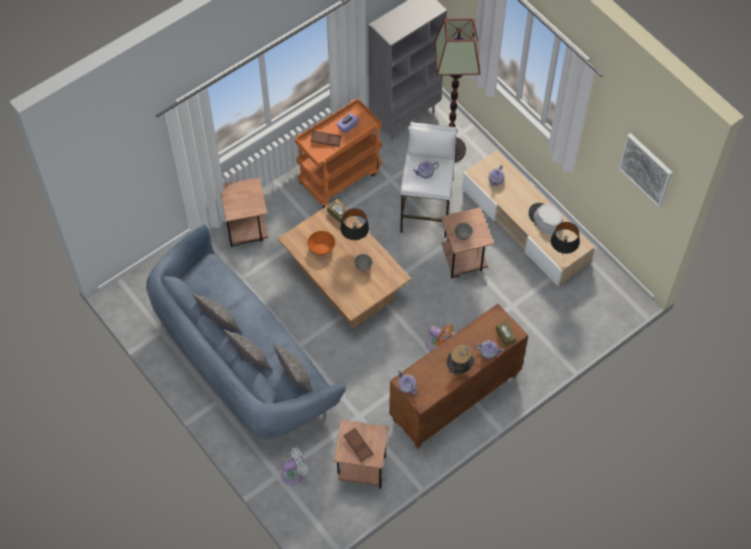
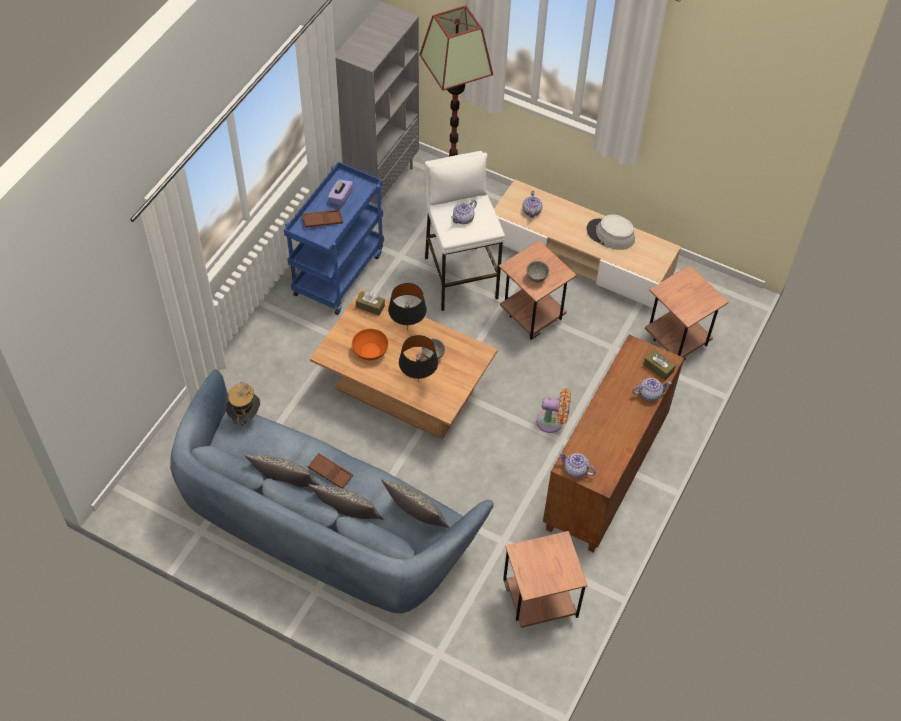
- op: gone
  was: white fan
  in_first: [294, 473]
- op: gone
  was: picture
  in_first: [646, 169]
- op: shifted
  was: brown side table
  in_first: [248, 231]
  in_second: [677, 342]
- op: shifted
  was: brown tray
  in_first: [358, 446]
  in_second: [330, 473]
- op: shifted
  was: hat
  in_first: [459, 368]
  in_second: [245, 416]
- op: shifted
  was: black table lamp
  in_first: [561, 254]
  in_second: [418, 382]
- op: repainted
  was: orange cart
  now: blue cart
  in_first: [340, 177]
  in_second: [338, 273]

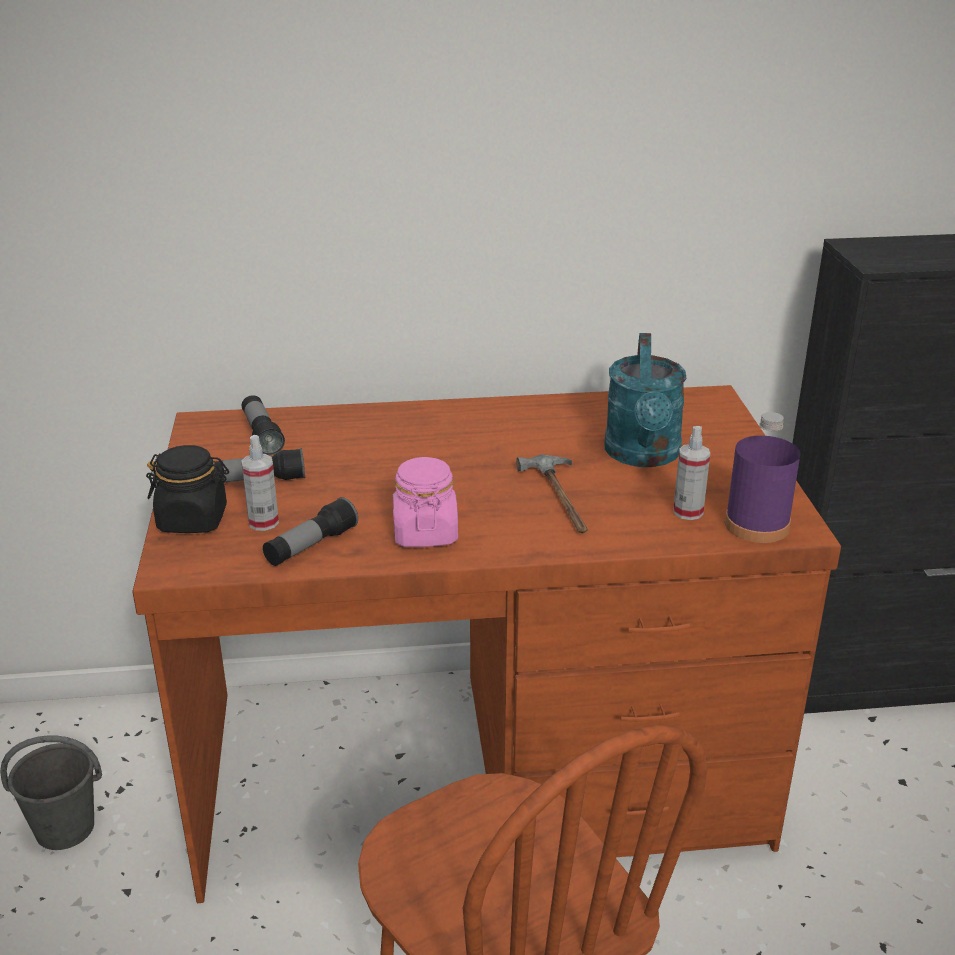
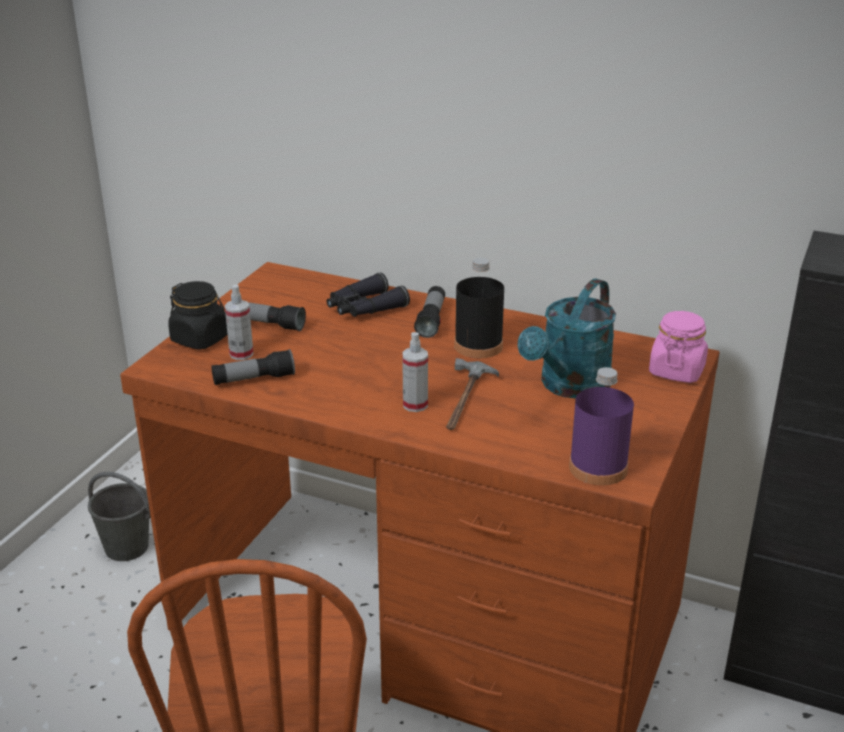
- op: new
  now: black binoculars
  in_second: [364, 308]
- op: new
  now: black bottle
  in_second: [478, 346]
- op: shifted
  was: flashlight
  in_first: [262, 435]
  in_second: [431, 320]
- op: shifted
  was: pink jar
  in_first: [425, 533]
  in_second: [676, 371]
- op: shifted
  was: spray bottle
  in_first: [688, 512]
  in_second: [415, 405]

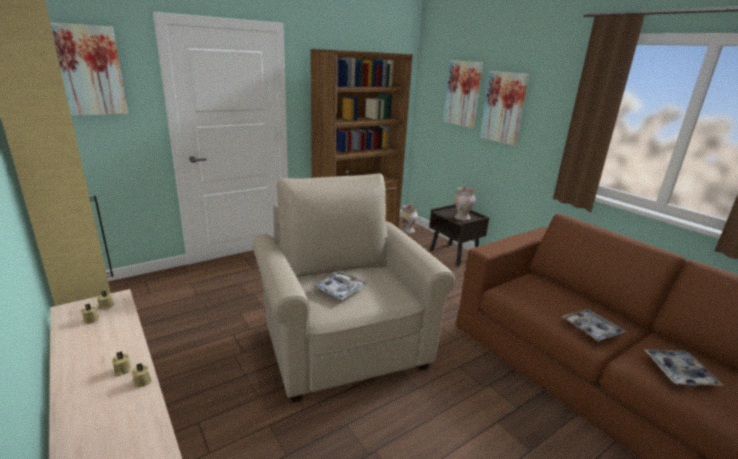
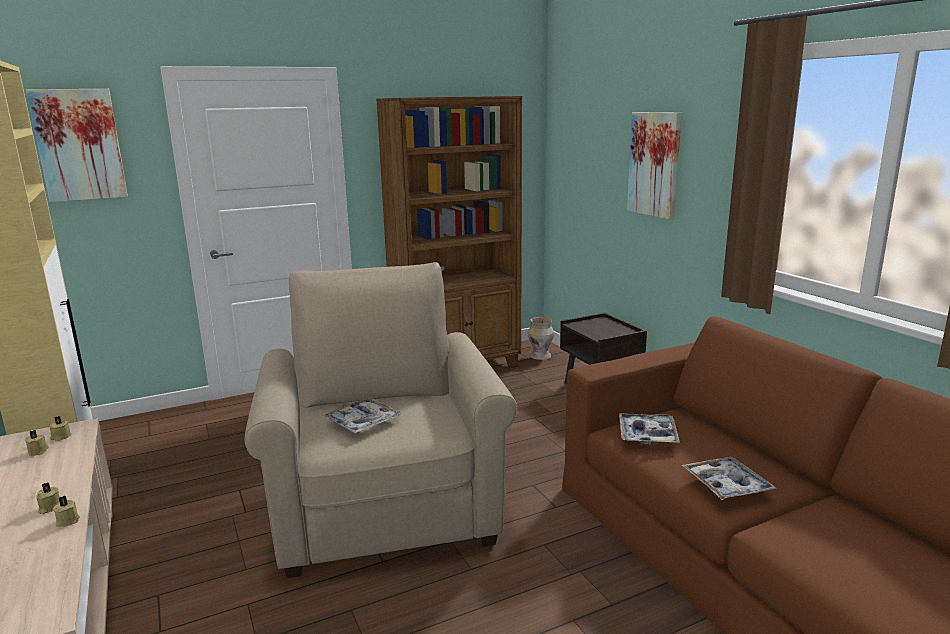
- op: gone
  was: picture
  in_first: [463, 93]
- op: gone
  was: vase
  in_first: [461, 218]
- op: shifted
  was: tray
  in_first: [679, 372]
  in_second: [647, 435]

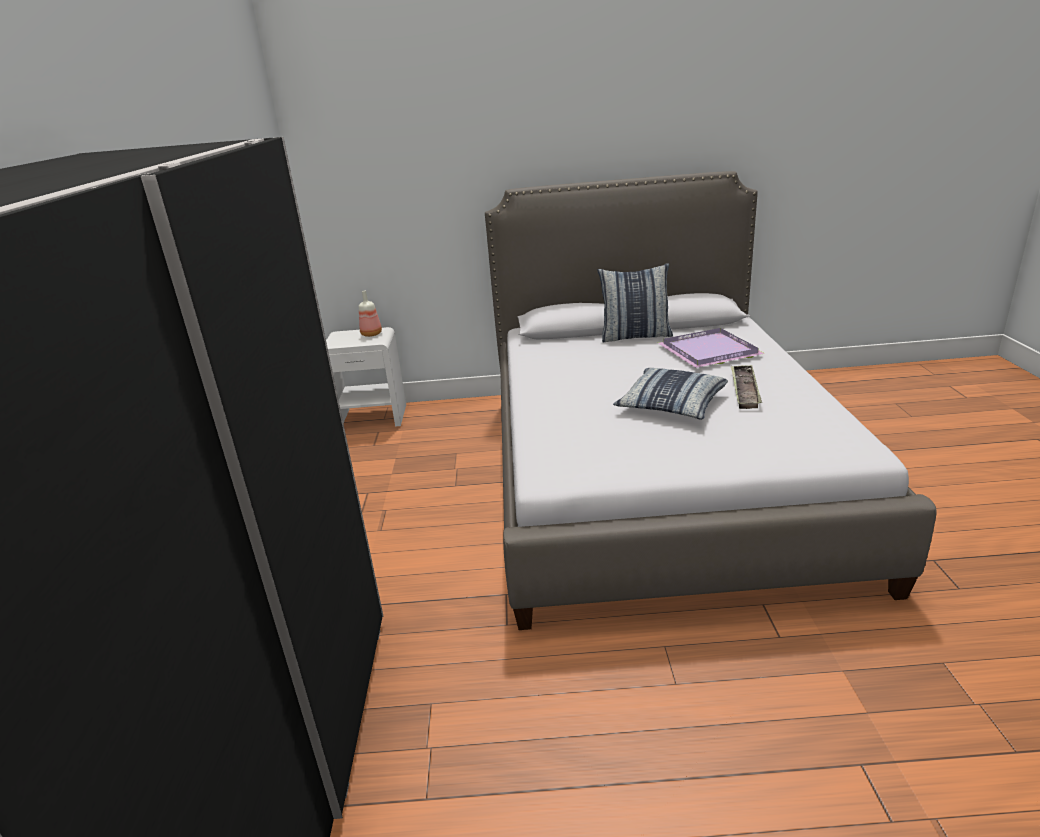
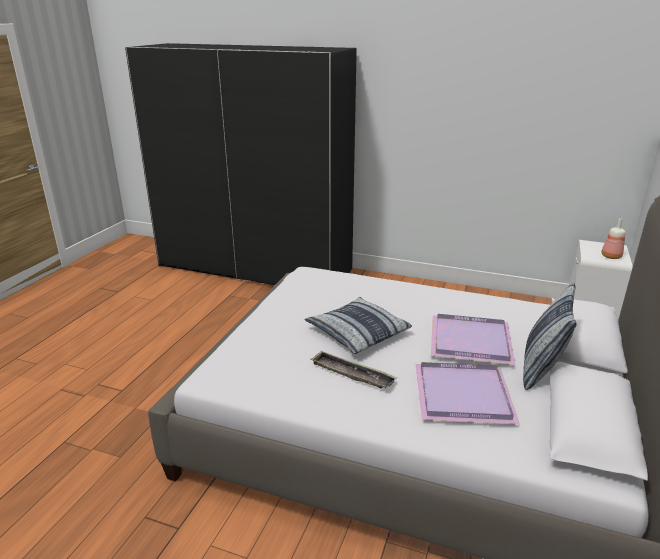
- op: new
  now: purple tray
  in_second: [469, 340]

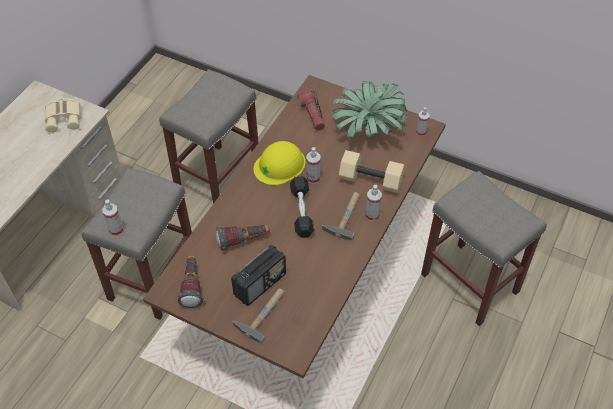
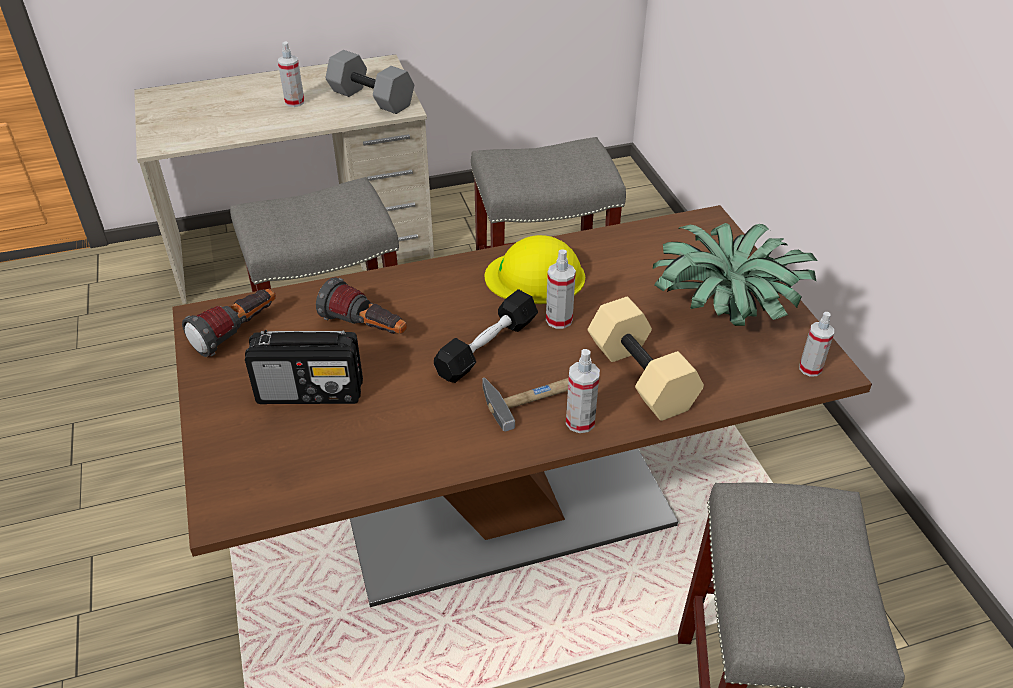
- op: gone
  was: hammer
  in_first: [263, 313]
- op: gone
  was: flashlight
  in_first: [312, 114]
- op: shifted
  was: spray bottle
  in_first: [116, 230]
  in_second: [294, 102]
- op: swapped
  was: beige binoculars
  now: grey dumbbell
  in_first: [64, 118]
  in_second: [373, 98]

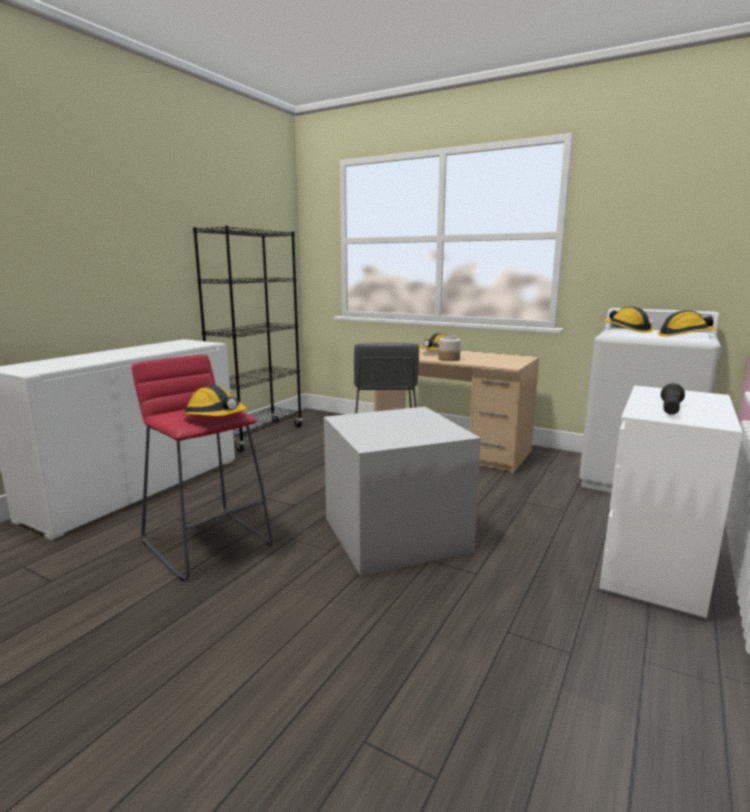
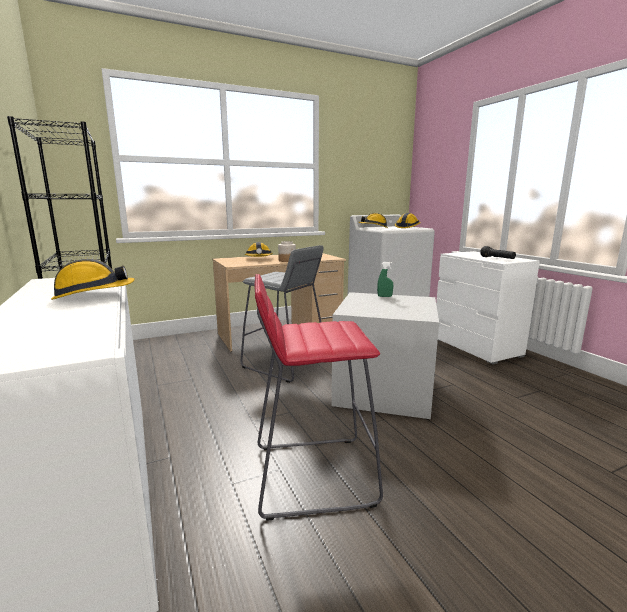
- op: new
  now: green spray bottle
  in_second: [384, 296]
- op: shifted
  was: hard hat
  in_first: [215, 417]
  in_second: [93, 295]

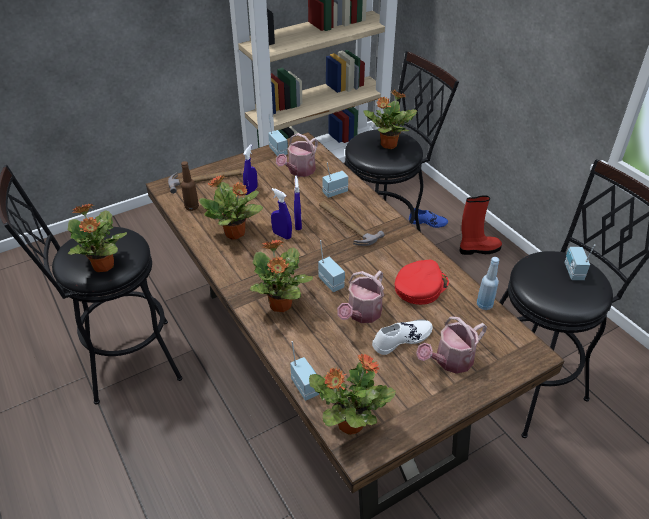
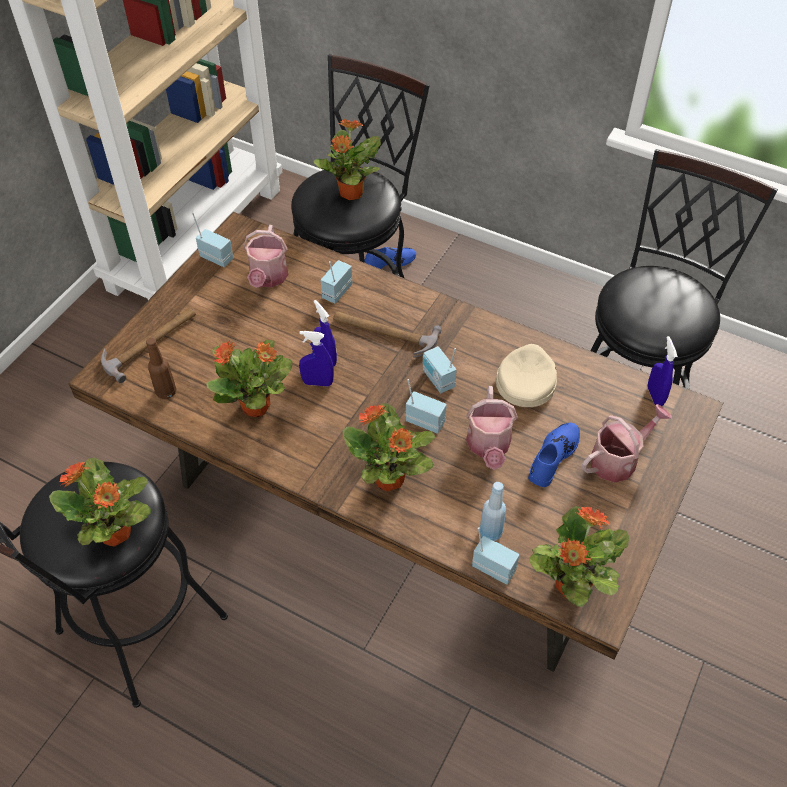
- op: gone
  was: red boot
  in_first: [478, 249]
- op: shifted
  was: blue spray bottle
  in_first: [251, 191]
  in_second: [655, 396]
- op: shifted
  was: blue bottle
  in_first: [484, 305]
  in_second: [490, 532]
- op: shifted
  was: radio
  in_first: [572, 272]
  in_second: [437, 380]
- op: repainted
  was: white shoe
  now: blue shoe
  in_first: [401, 339]
  in_second: [552, 457]
- op: repainted
  was: red cap
  now: beige cap
  in_first: [420, 286]
  in_second: [526, 380]
- op: rotated
  was: watering can
  in_first: [450, 361]
  in_second: [618, 459]
  clockwise: -150

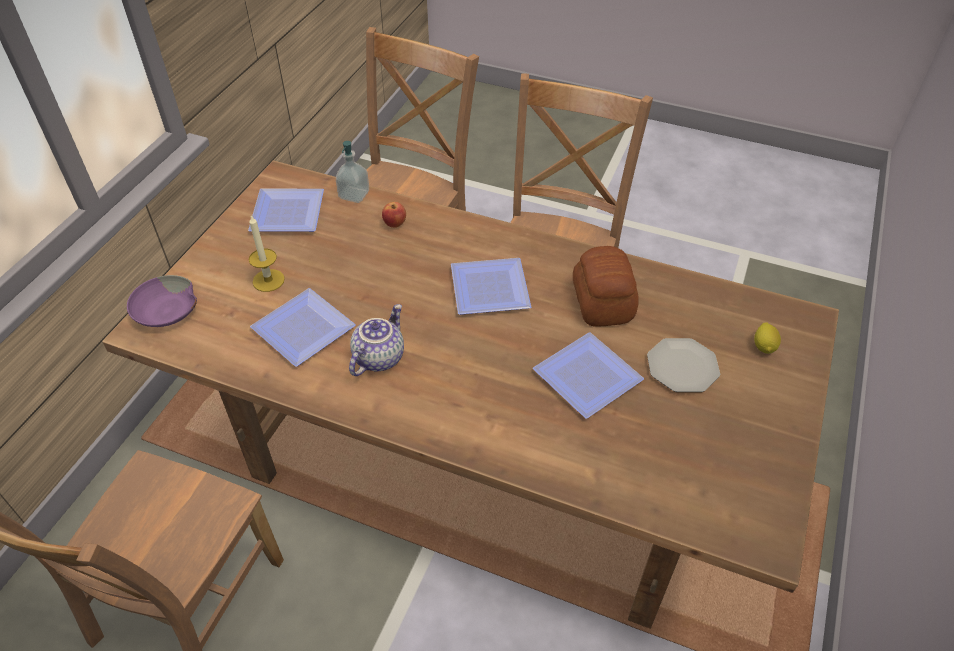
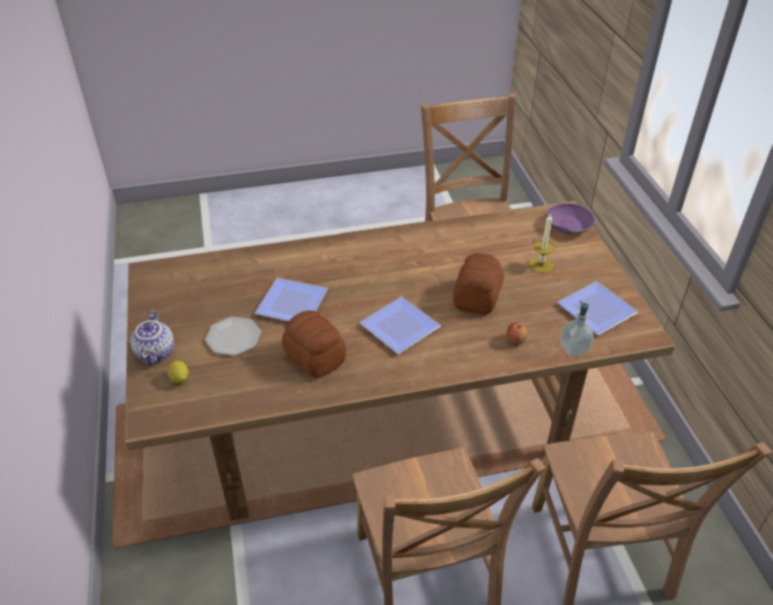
- op: gone
  was: plate
  in_first: [304, 326]
- op: new
  now: bread
  in_second: [476, 297]
- op: shifted
  was: teapot
  in_first: [378, 357]
  in_second: [156, 353]

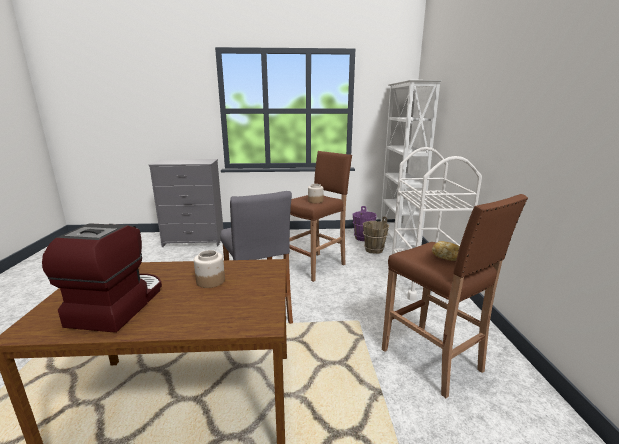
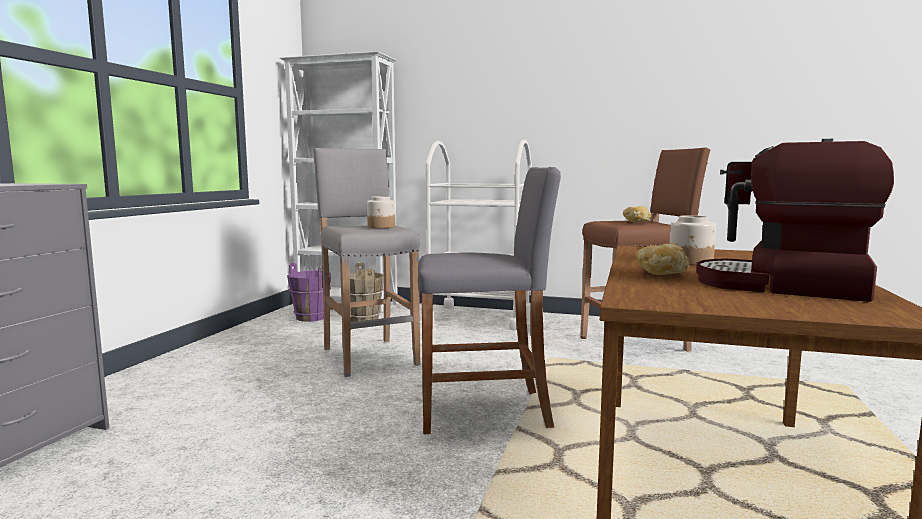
- op: new
  now: bread
  in_second: [662, 273]
- op: repainted
  was: brown stool
  now: grey stool
  in_first: [316, 266]
  in_second: [368, 356]

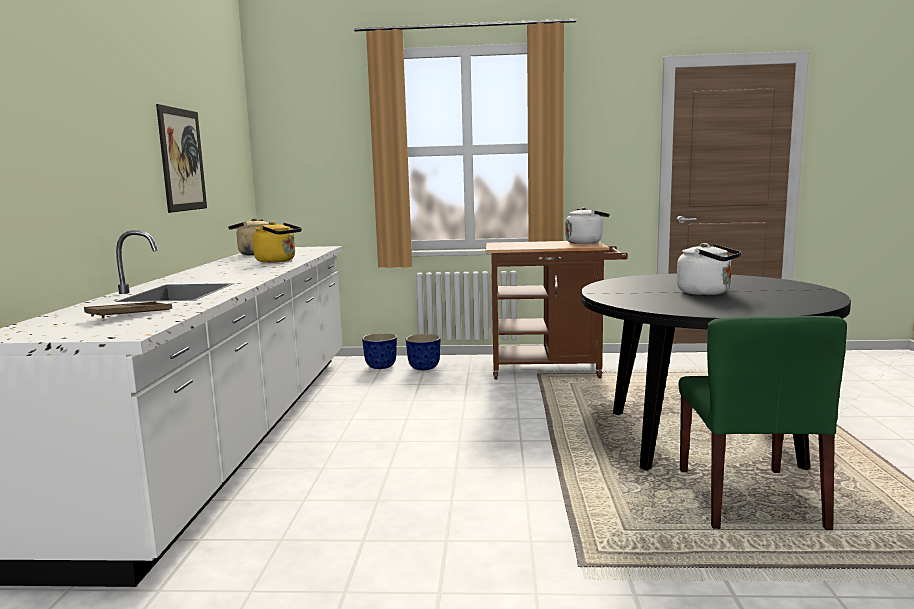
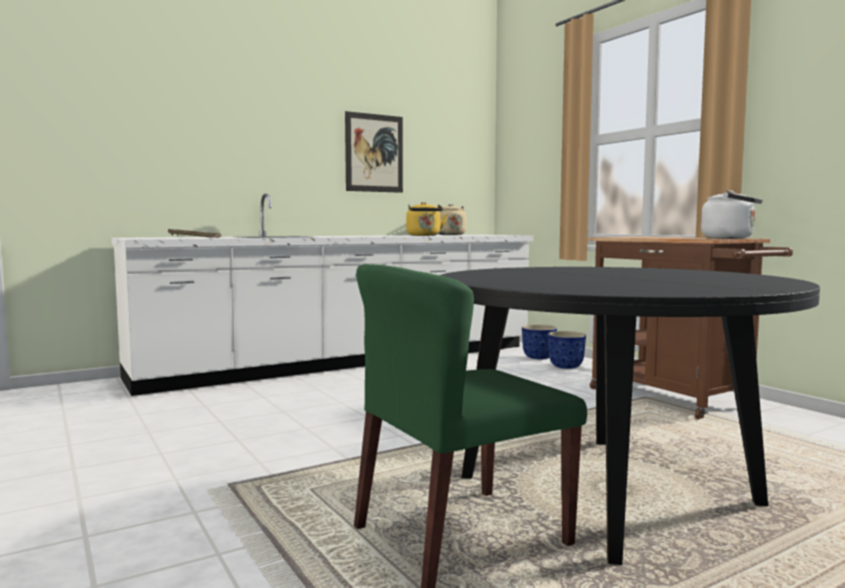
- op: gone
  was: white kettle
  in_first: [707, 292]

